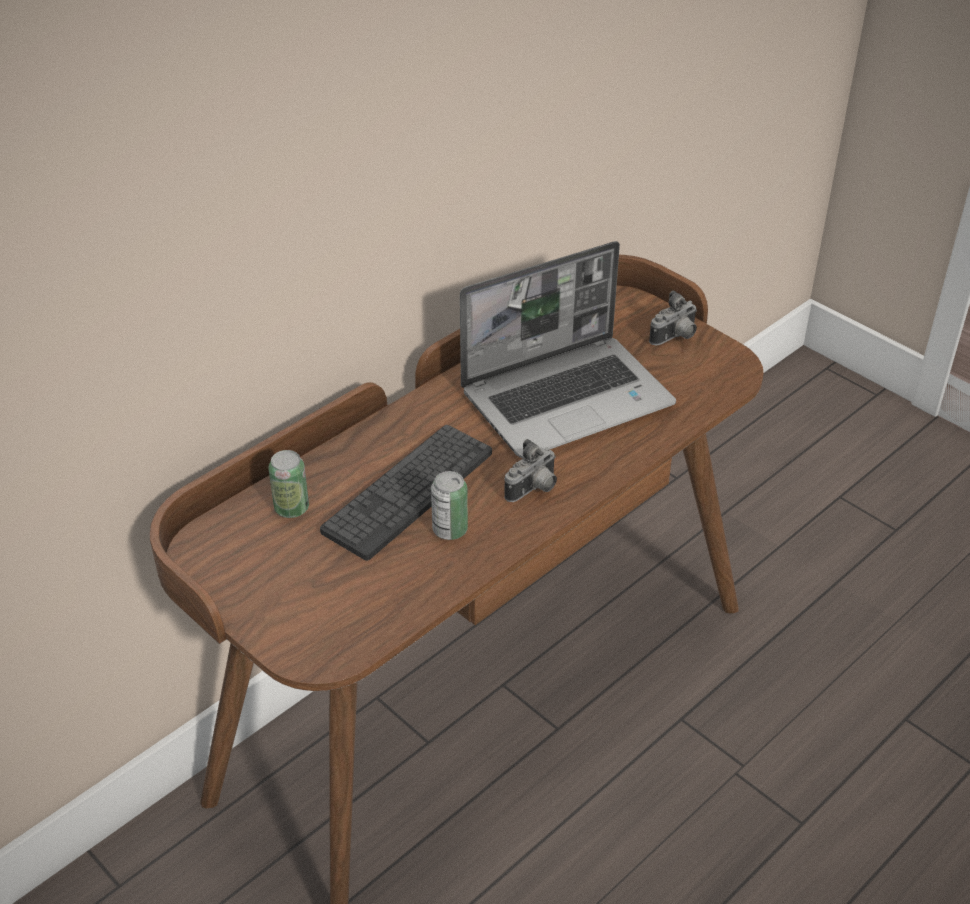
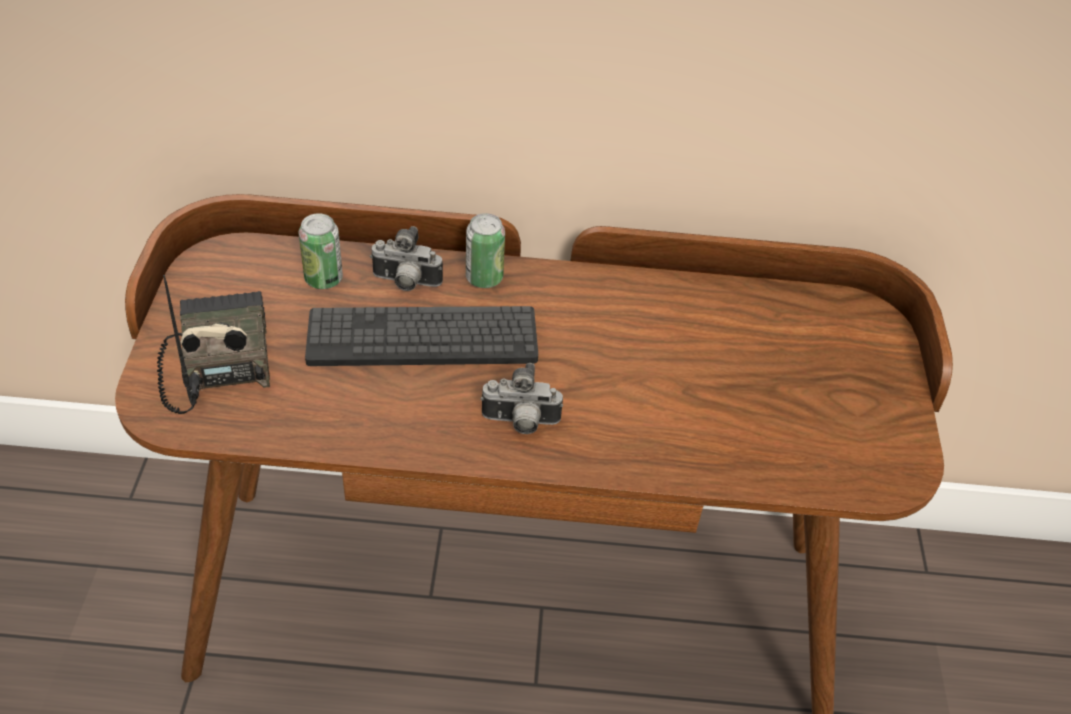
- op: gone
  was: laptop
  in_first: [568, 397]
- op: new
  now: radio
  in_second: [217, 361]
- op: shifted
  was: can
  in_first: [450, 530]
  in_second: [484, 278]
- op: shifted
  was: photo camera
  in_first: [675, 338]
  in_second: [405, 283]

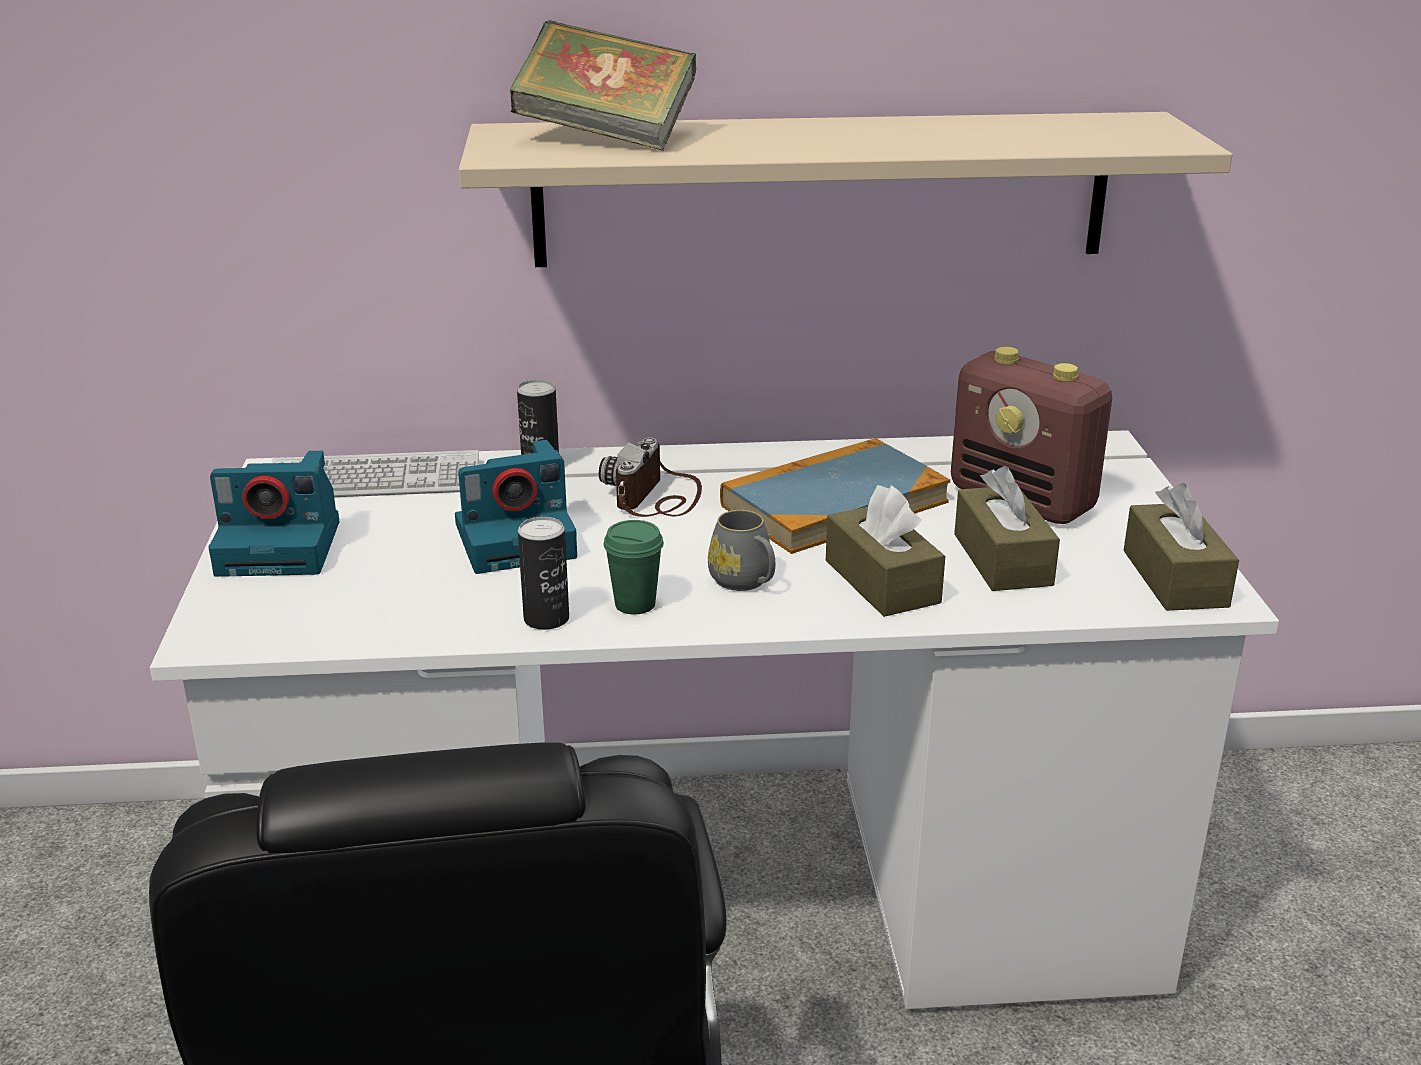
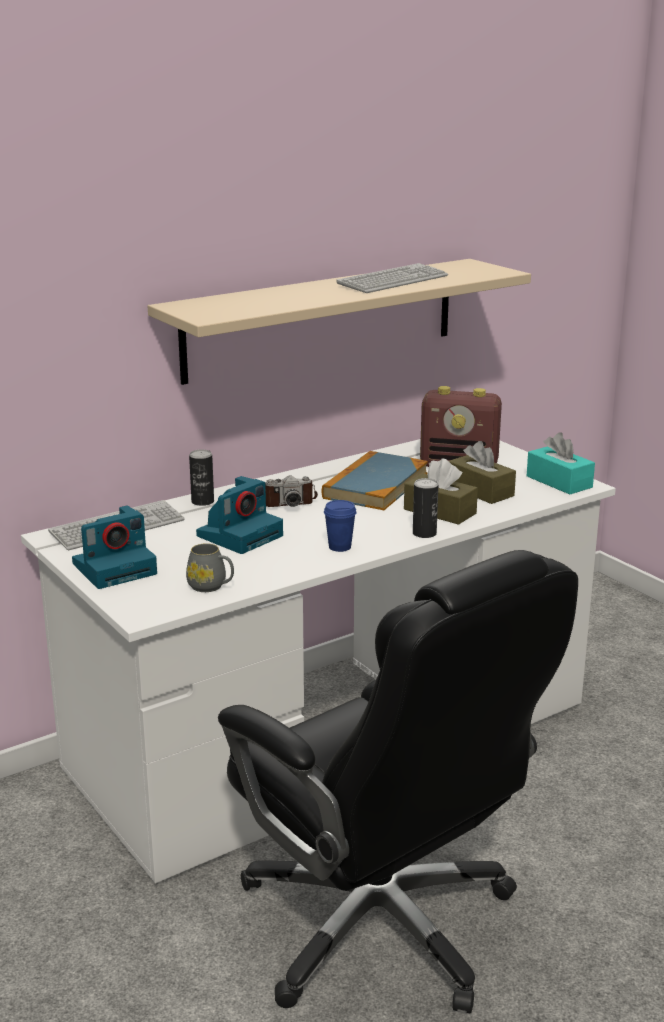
- op: gone
  was: book
  in_first: [606, 137]
- op: new
  now: keyboard
  in_second: [393, 281]
- op: shifted
  was: can
  in_first: [546, 619]
  in_second: [424, 533]
- op: shifted
  was: grey mug
  in_first: [745, 582]
  in_second: [211, 586]
- op: repainted
  was: green cup
  now: blue cup
  in_first: [635, 604]
  in_second: [340, 547]
- op: repainted
  was: brown tissue box
  now: turquoise tissue box
  in_first: [1175, 578]
  in_second: [559, 482]
- op: rotated
  was: photo camera
  in_first: [656, 498]
  in_second: [285, 502]
  clockwise: -90

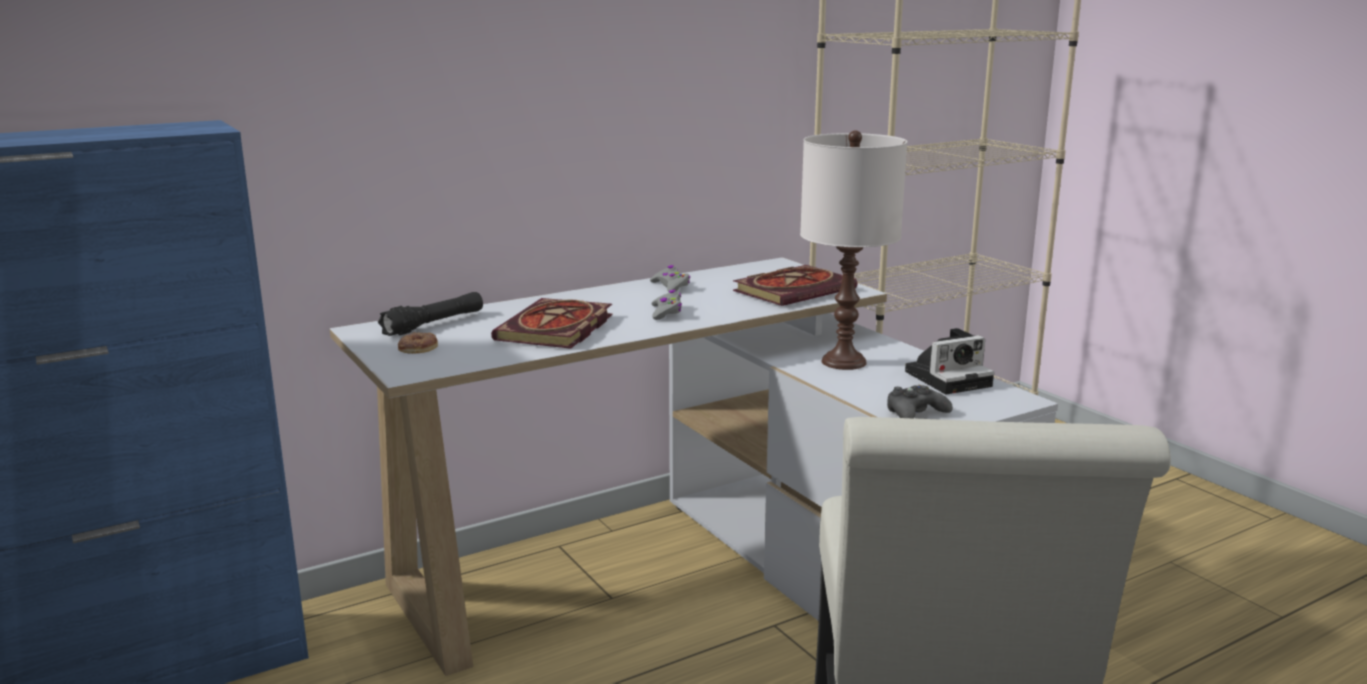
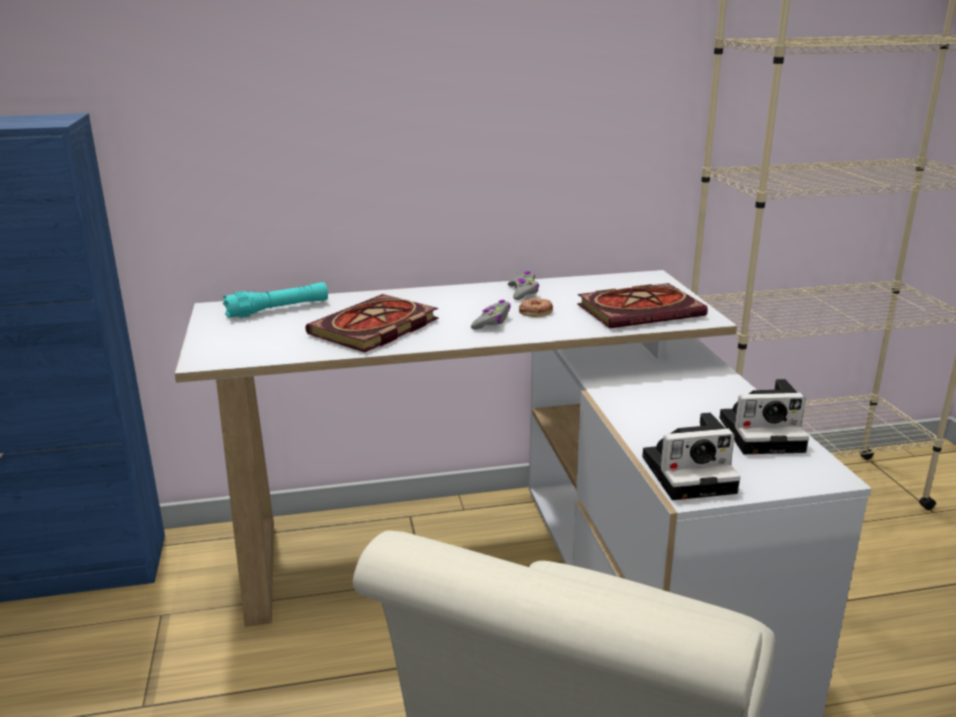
- op: gone
  was: white table lamp
  in_first: [843, 362]
- op: shifted
  was: donut
  in_first: [417, 347]
  in_second: [535, 311]
- op: swapped
  was: black game controller
  now: photo camera
  in_first: [915, 413]
  in_second: [691, 473]
- op: repainted
  was: black flashlight
  now: turquoise flashlight
  in_first: [434, 324]
  in_second: [278, 309]

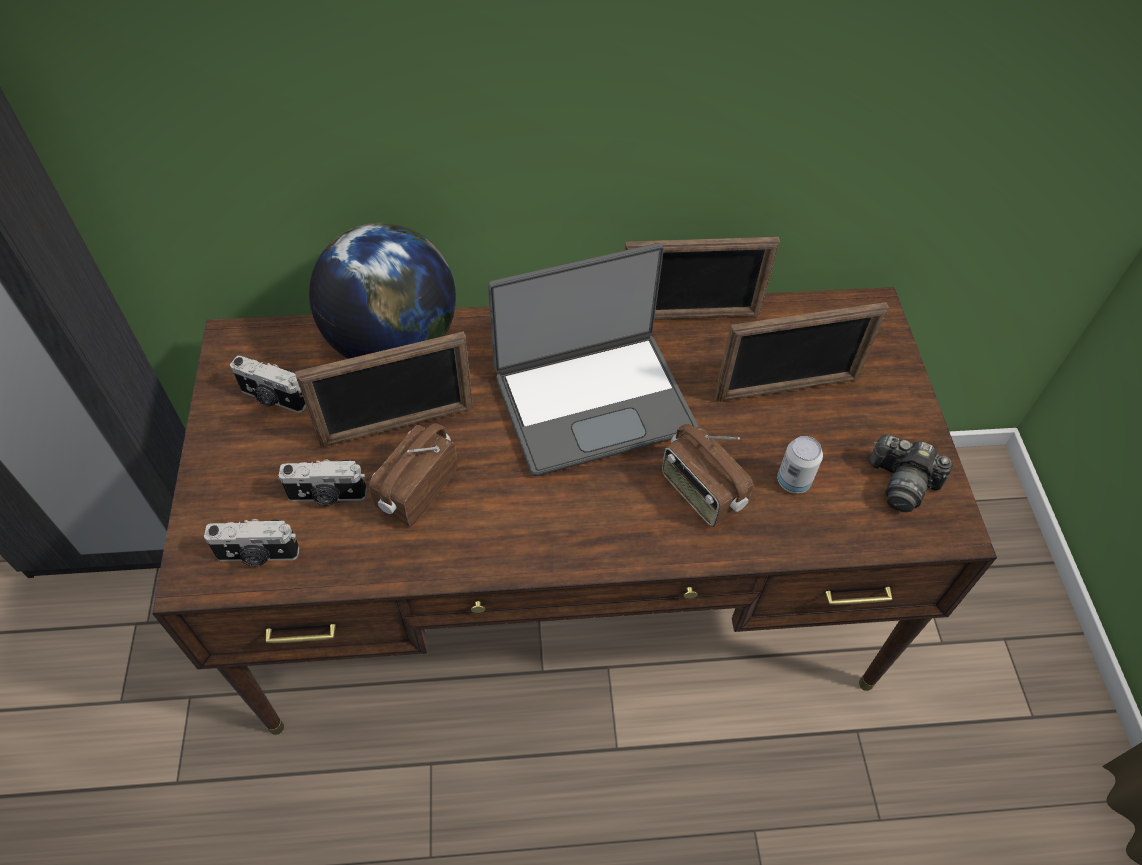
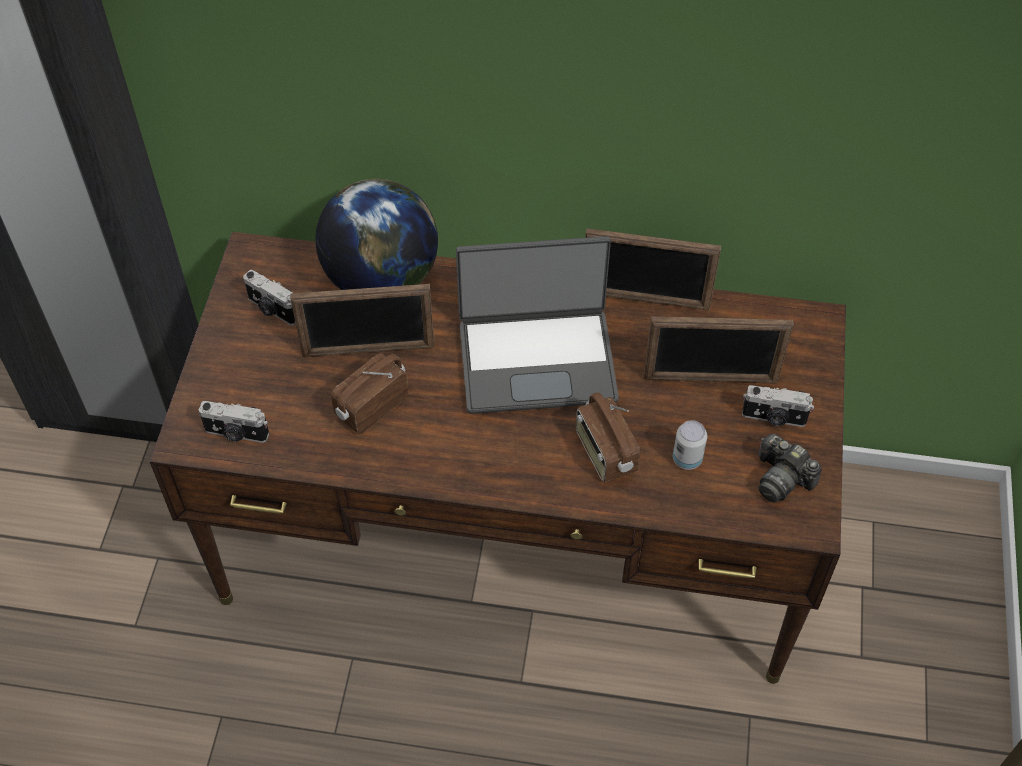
- op: shifted
  was: photo camera
  in_first: [327, 496]
  in_second: [774, 418]

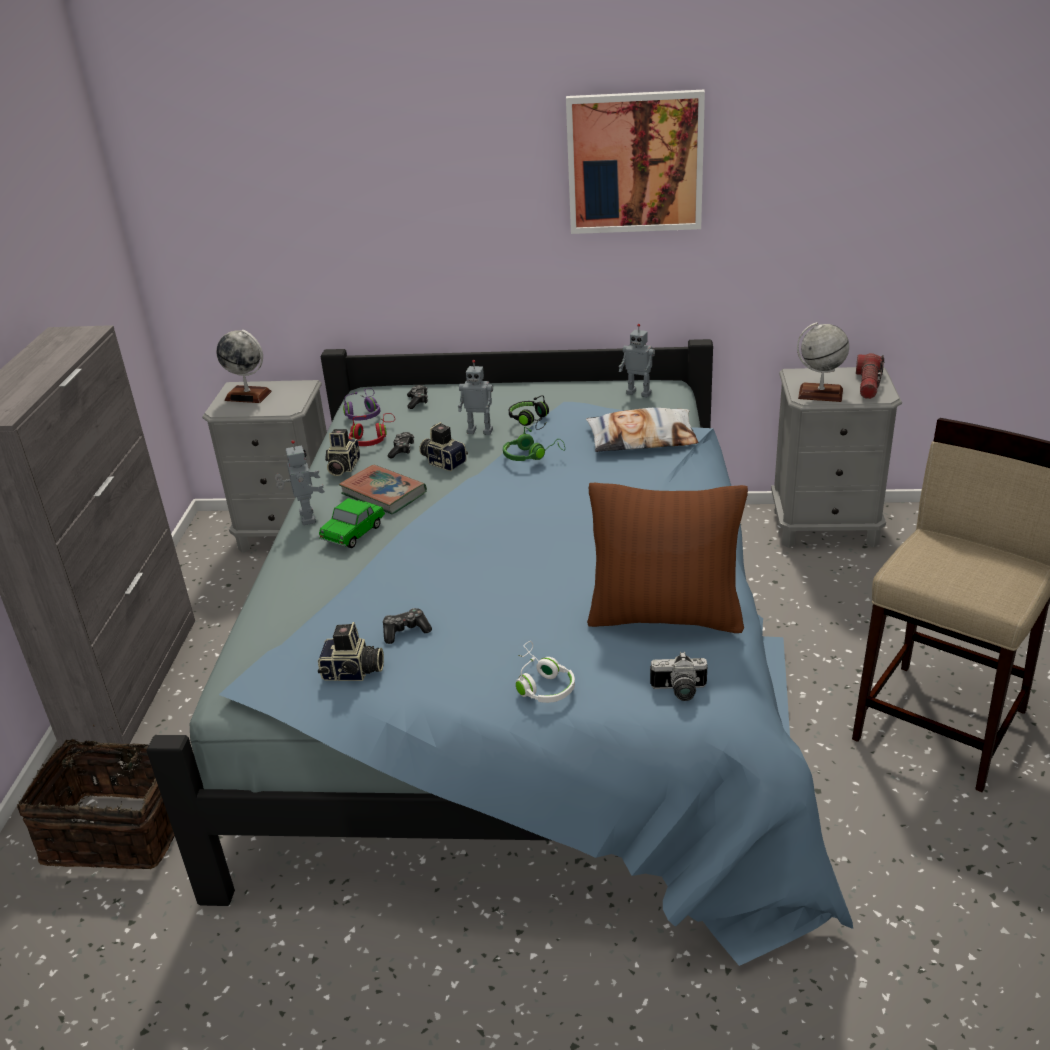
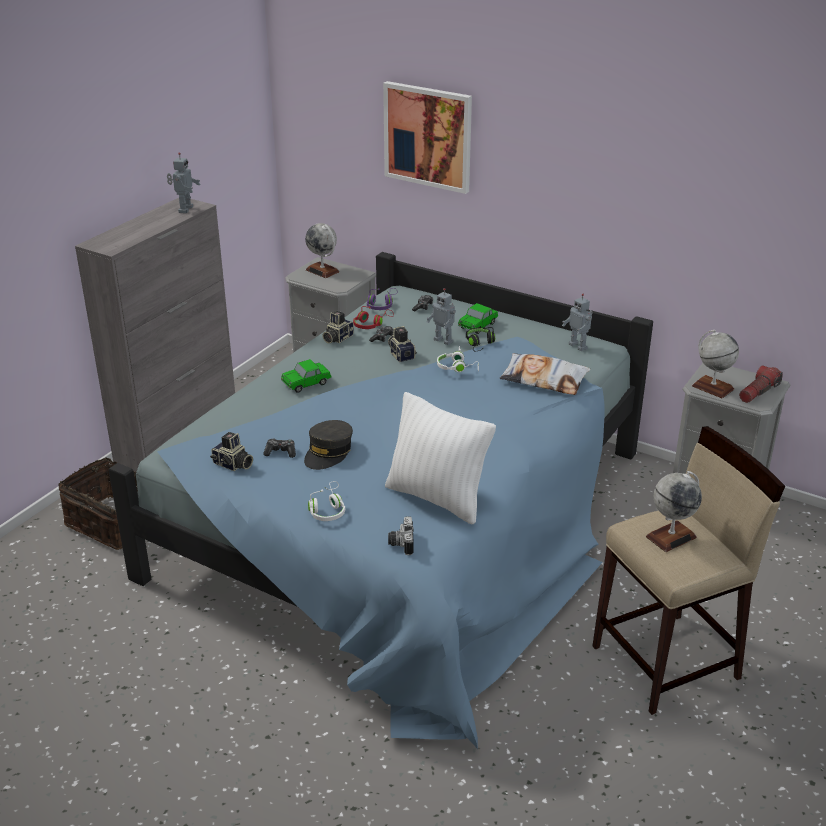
- op: gone
  was: book
  in_first: [383, 494]
- op: new
  now: grey cap
  in_second: [328, 453]
- op: new
  now: toy car
  in_second: [477, 326]
- op: new
  now: globe
  in_second: [671, 537]
- op: shifted
  was: toy robot
  in_first: [306, 518]
  in_second: [184, 209]
- op: shifted
  was: picture
  in_first: [635, 162]
  in_second: [428, 136]
- op: repainted
  was: green headphones
  now: white headphones
  in_first: [531, 455]
  in_second: [457, 367]
- op: repainted
  was: brown pillow
  now: white pillow
  in_first: [665, 617]
  in_second: [437, 498]
- op: rotated
  was: photo camera
  in_first: [679, 691]
  in_second: [400, 543]
  clockwise: 60

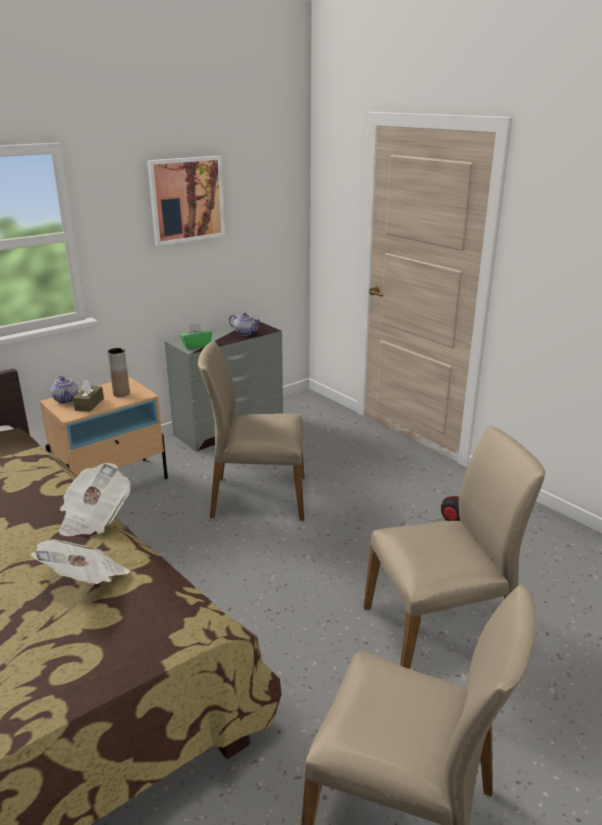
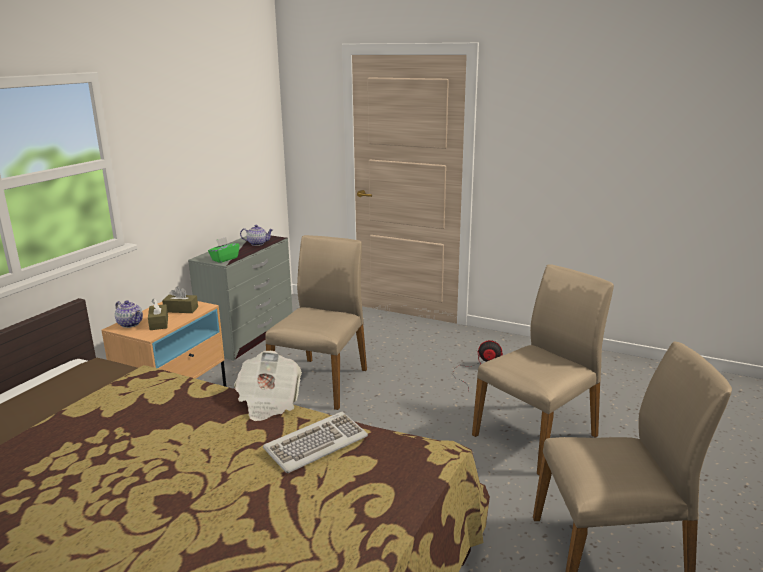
- op: gone
  was: picture
  in_first: [186, 199]
- op: swapped
  was: newspaper
  now: keyboard
  in_first: [85, 579]
  in_second: [316, 444]
- op: swapped
  was: brown vase
  now: brown tissue box
  in_first: [121, 393]
  in_second: [181, 309]
- op: rotated
  was: beige chair
  in_first: [257, 497]
  in_second: [321, 382]
  clockwise: 135

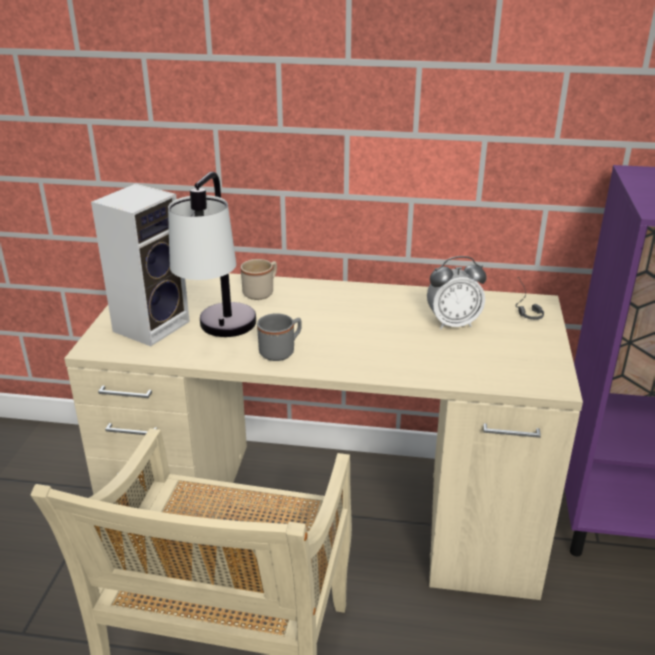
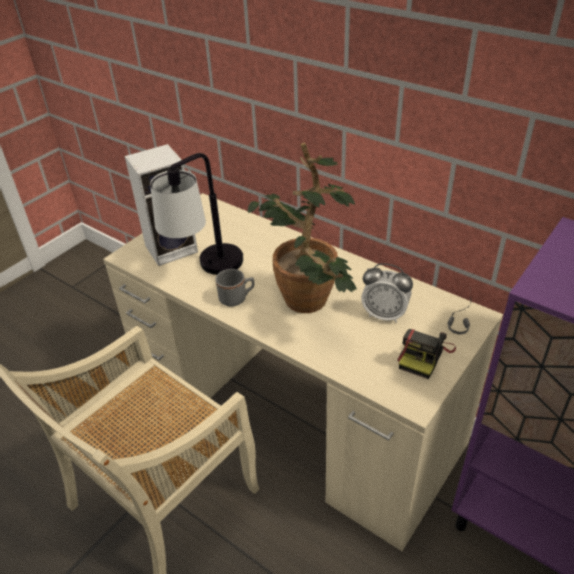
- op: gone
  was: beige mug
  in_first: [261, 292]
- op: new
  now: potted plant
  in_second: [307, 307]
- op: new
  now: photo camera
  in_second: [424, 355]

